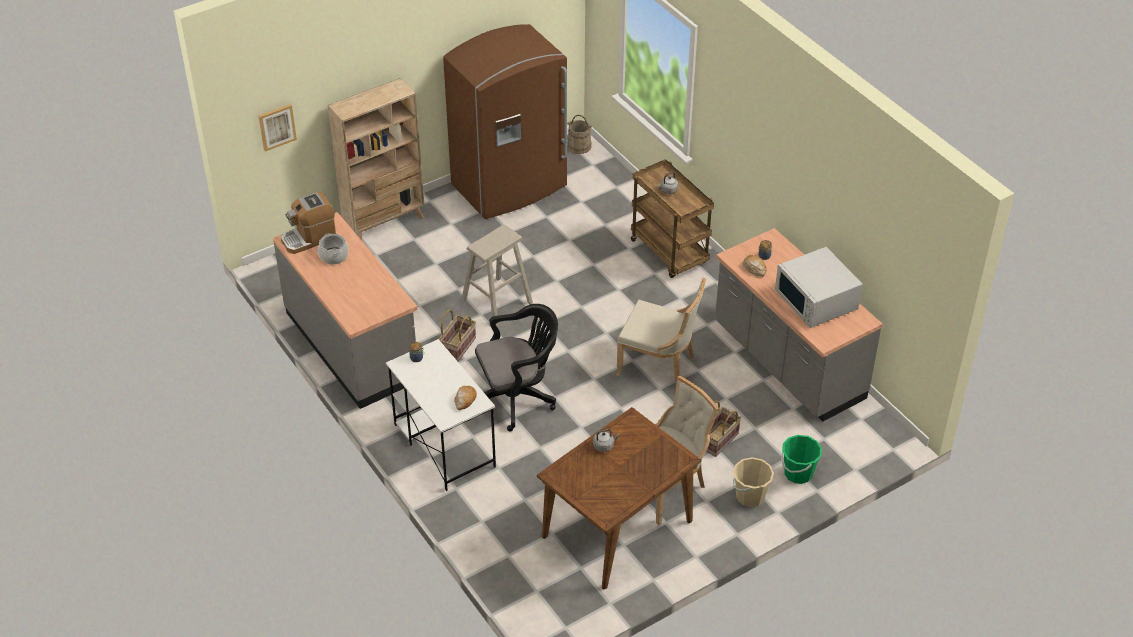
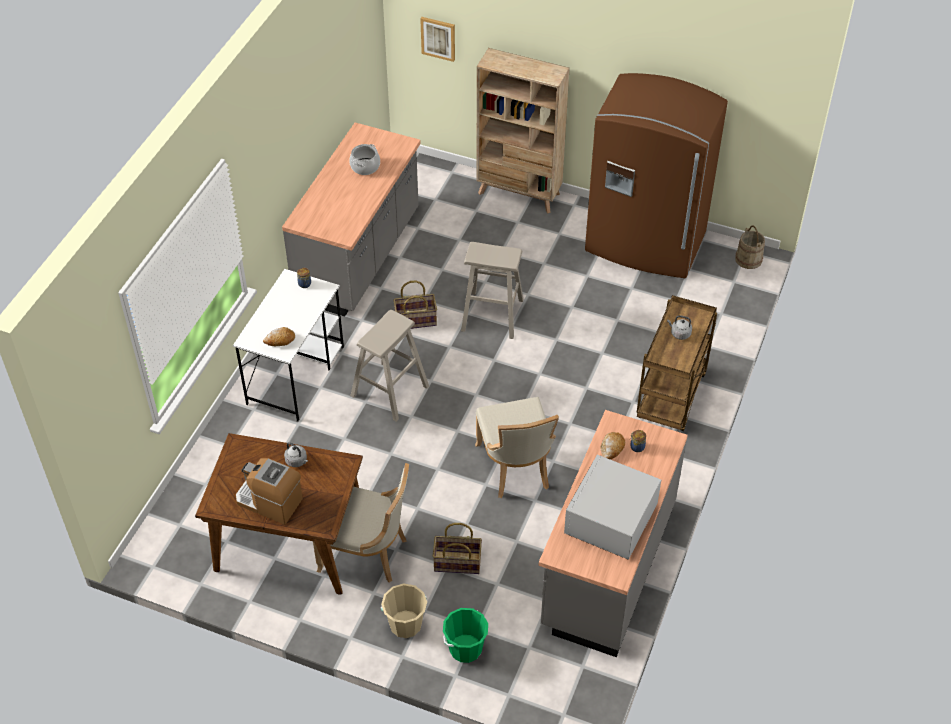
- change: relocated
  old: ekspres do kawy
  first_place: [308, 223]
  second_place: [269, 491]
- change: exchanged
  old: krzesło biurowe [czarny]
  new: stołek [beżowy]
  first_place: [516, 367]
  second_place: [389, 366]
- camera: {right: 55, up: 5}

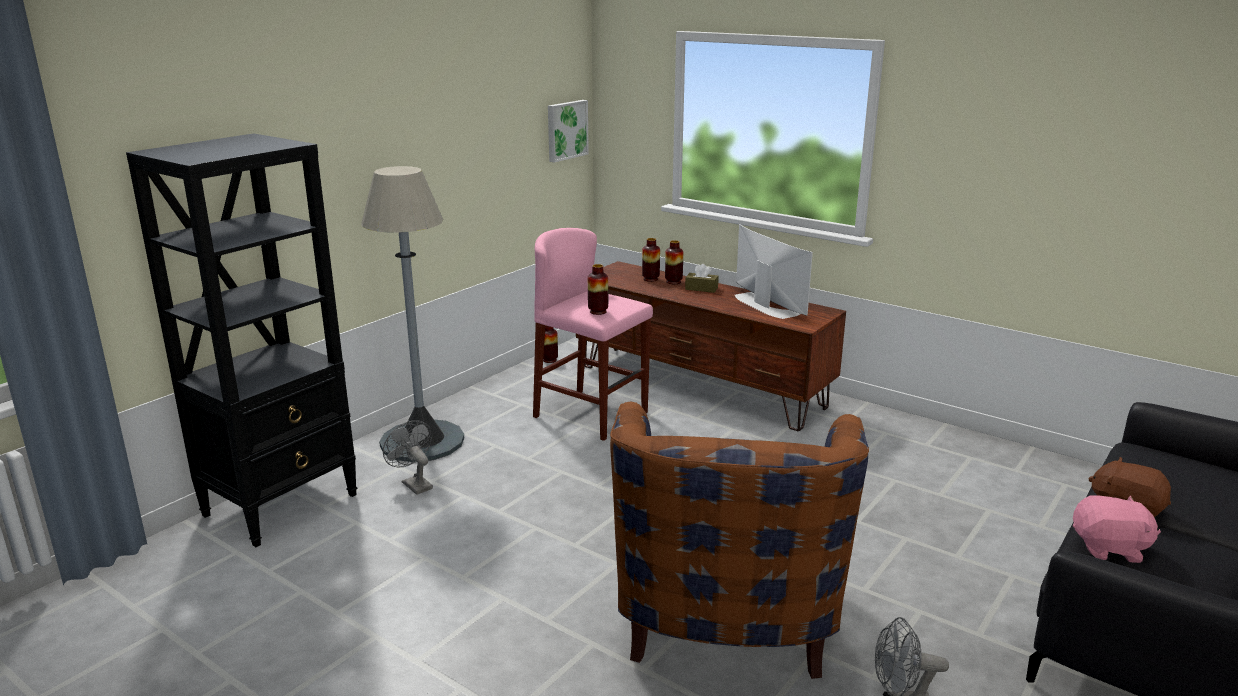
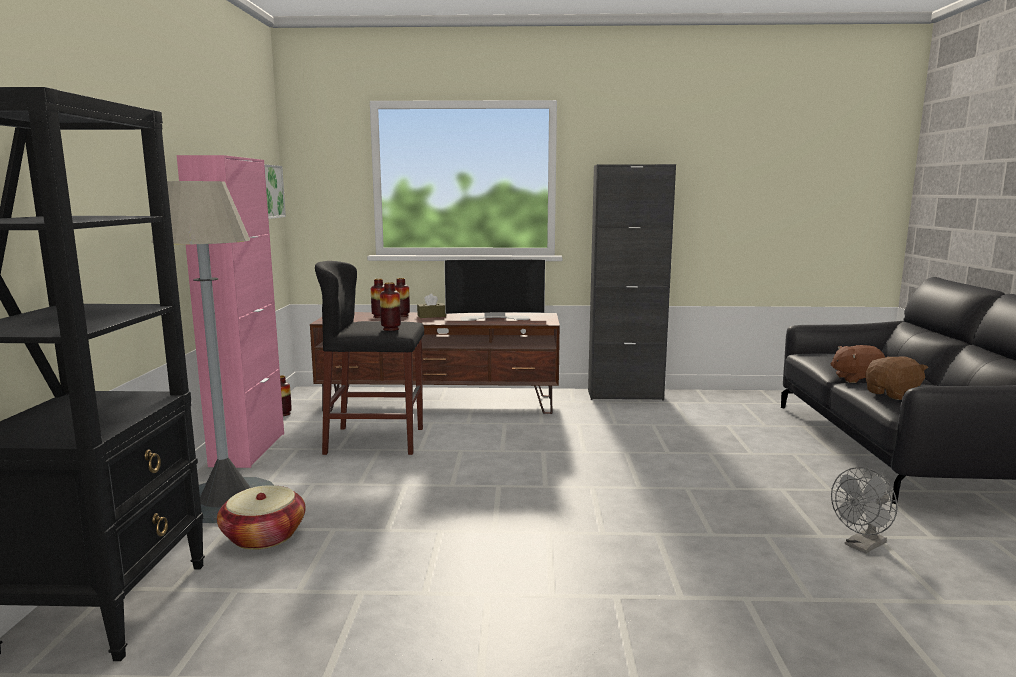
- change: exchanged
  old: wentylator [szary]
  new: koszyk
  first_place: [408, 457]
  second_place: [261, 517]
- change: colour
  old: stołek [różowy]
  new: stołek [czarny]
  first_place: [593, 334]
  second_place: [369, 358]
- change: missing
  old: fotel [brązowy]
  first_place: [739, 540]
- change: spun
  old: telewizor
  first_place: [774, 271]
  second_place: [494, 290]
  degrees: 150
- change: colour
  old: pluszak [różowy]
  new: pluszak [brązowy]
  first_place: [1117, 529]
  second_place: [897, 378]
- change: appeared
  new: szafka [różowy]
  second_place: [230, 311]
- change: appeared
  new: szafka [czarny]
  second_place: [632, 282]
- camera: {right: -35, up: -10}

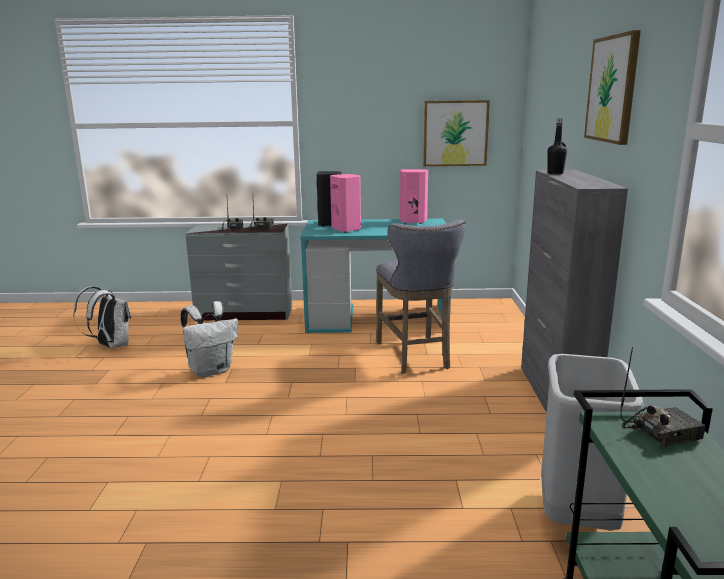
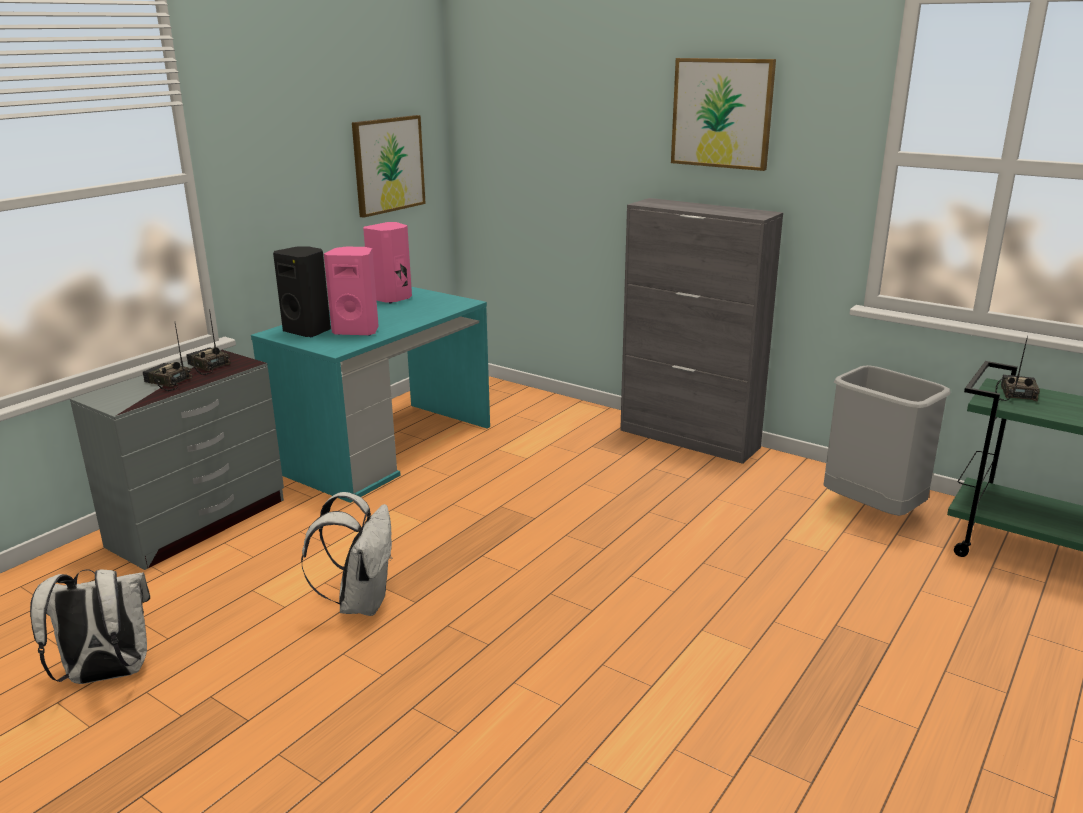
- change: missing
  old: stołek [szary]
  first_place: [421, 297]
- change: missing
  old: butelka [czarny]
  first_place: [557, 146]
- camera: {right: -55, up: 5}

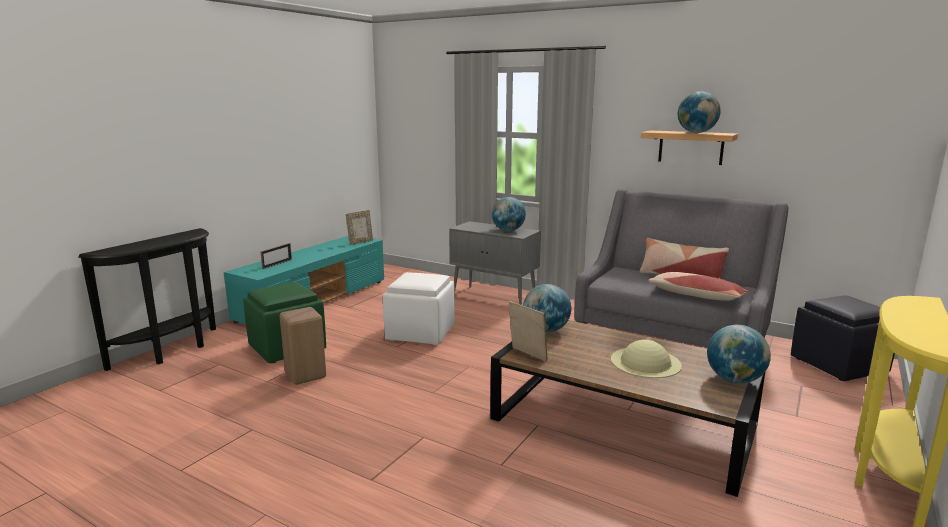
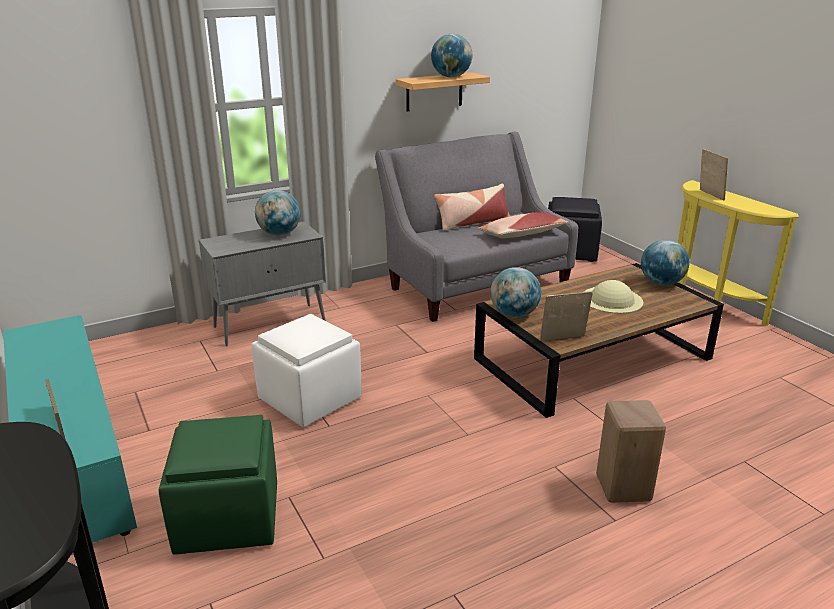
- change: relocated
  old: stołek [beżowy]
  first_place: [303, 346]
  second_place: [631, 451]
- change: relocated
  old: ramka na zdjęcie
  first_place: [359, 227]
  second_place: [714, 174]
- camera: {right: -60, up: 10}

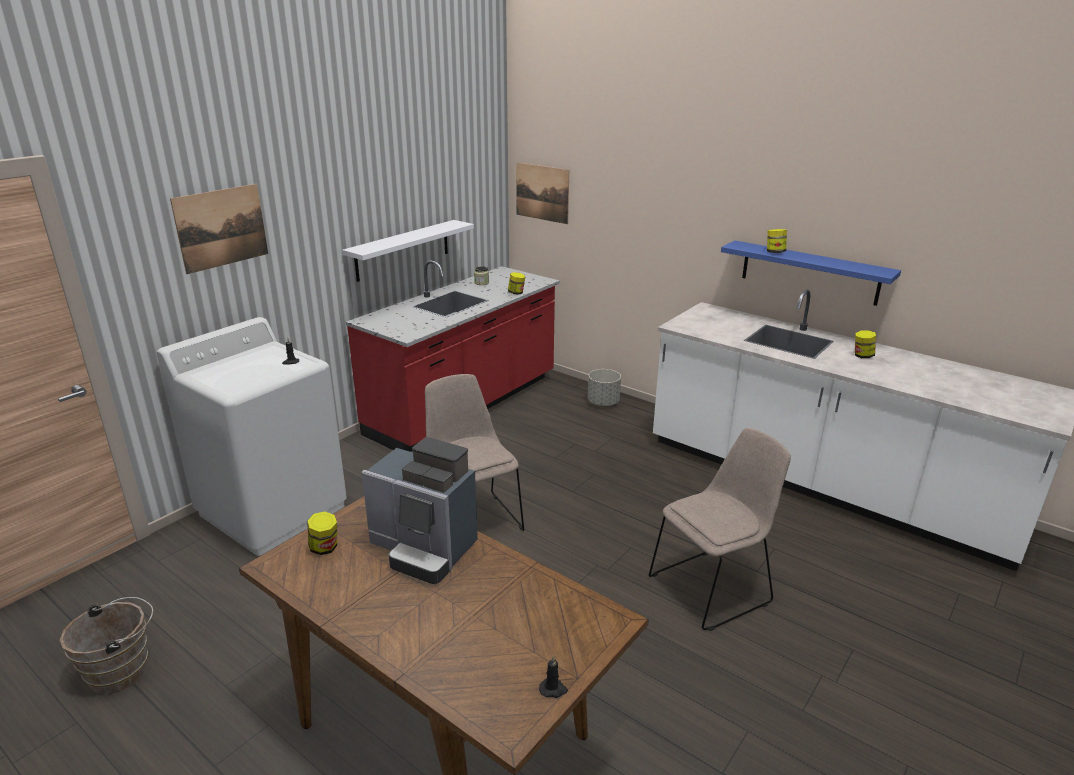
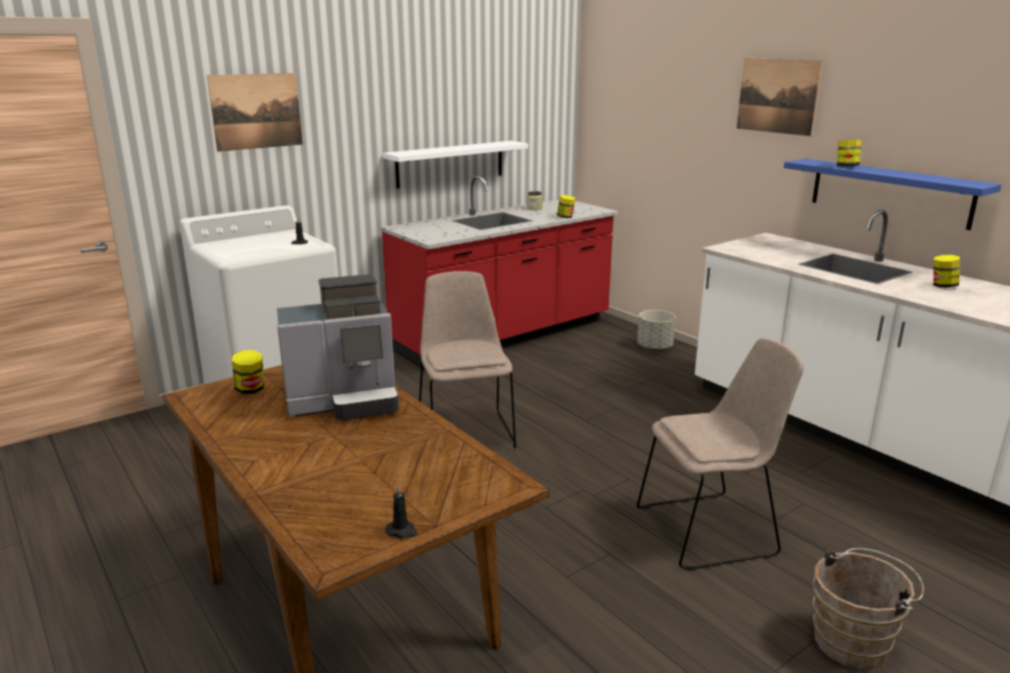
- change: relocated
  old: wiadro [brązowy]
  first_place: [106, 645]
  second_place: [868, 608]
- change: spun
  old: ekspres do kawy
  first_place: [419, 510]
  second_place: [338, 347]
  degrees: -60
- change: relocated
  old: obraz
  first_place: [542, 193]
  second_place: [779, 97]
- camera: {right: 15, up: -5}

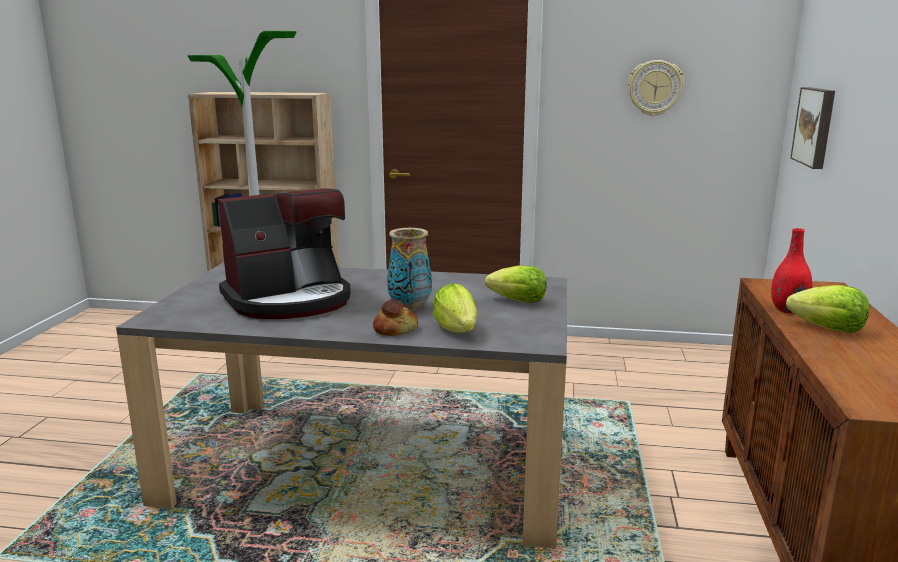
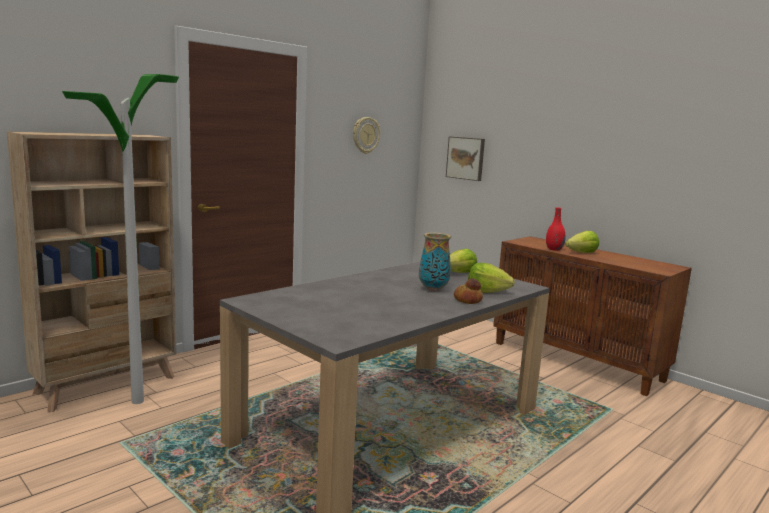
- change: missing
  old: ekspres do kawy
  first_place: [284, 254]
- camera: {right: -55, up: -5}

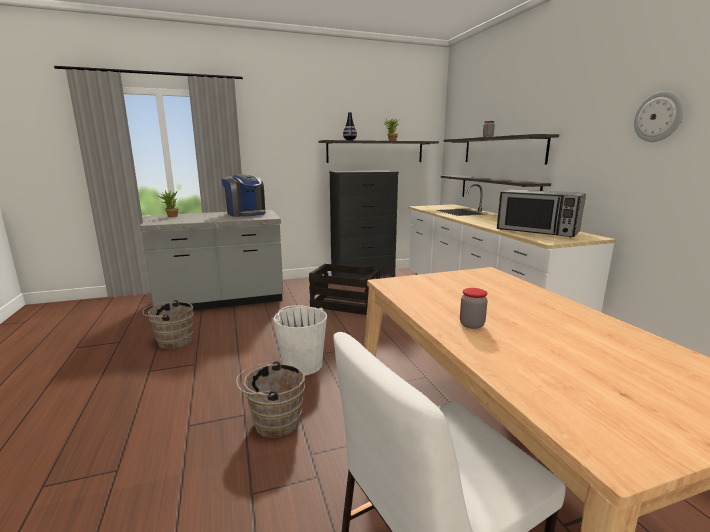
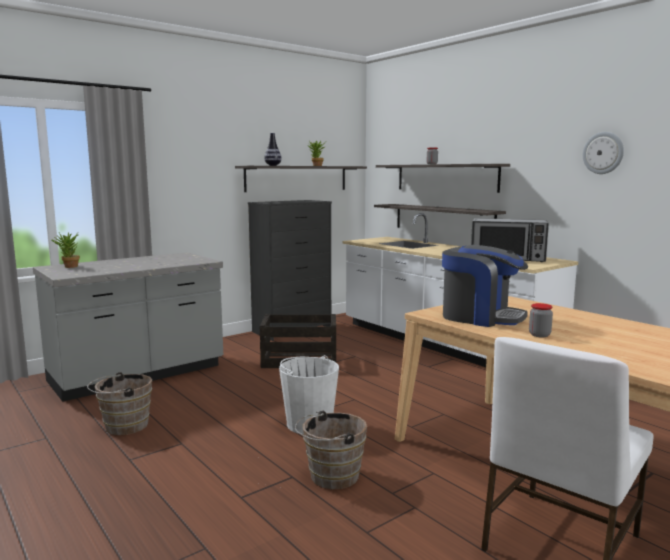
- change: relocated
  old: ekspres do kawy
  first_place: [243, 195]
  second_place: [485, 286]
- camera: {right: -20, up: -5}

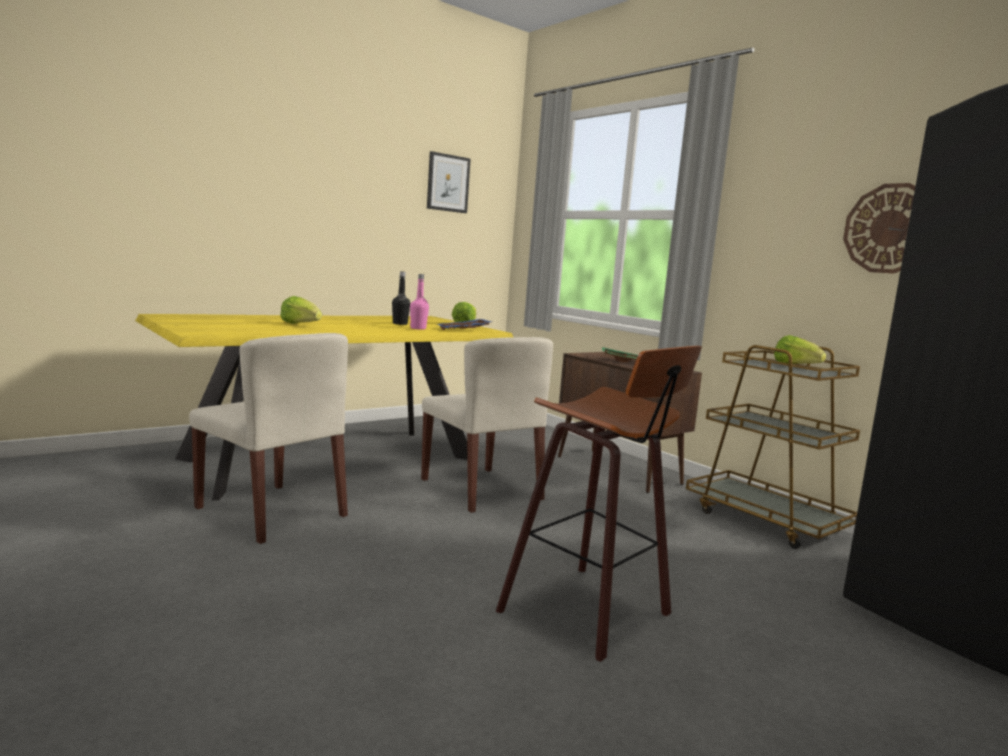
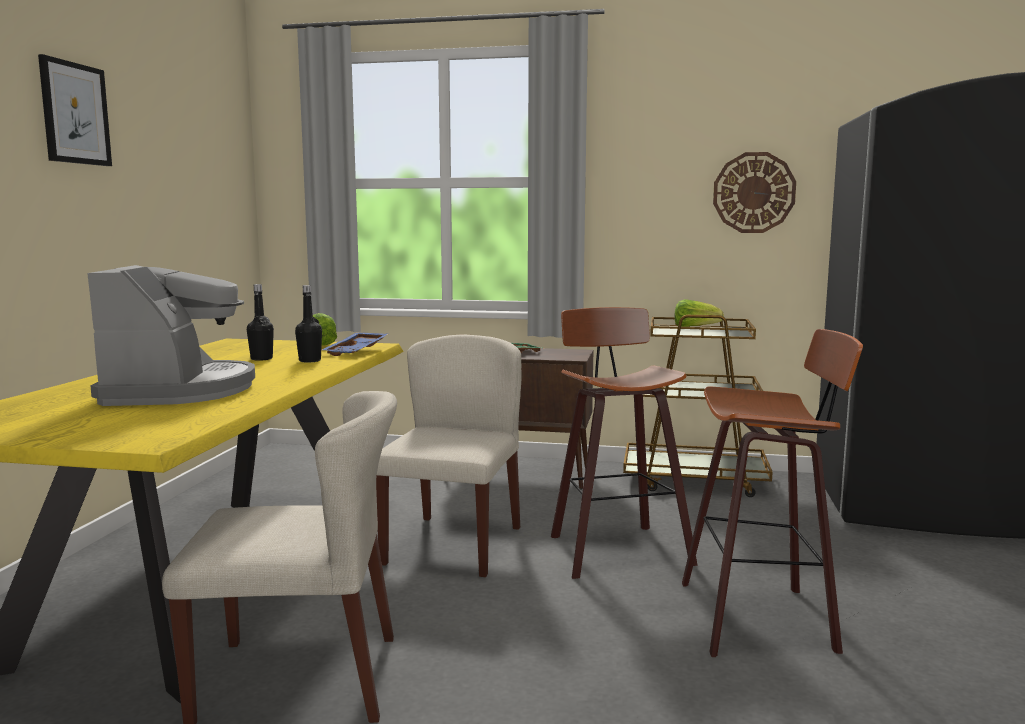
- change: exchanged
  old: sałata
  new: ekspres do kawy
  first_place: [301, 310]
  second_place: [171, 335]
- change: colour
  old: butelka [różowy]
  new: butelka [czarny]
  first_place: [419, 302]
  second_place: [308, 324]
- change: spun
  old: krzesło [beżowy]
  first_place: [487, 425]
  second_place: [449, 456]
  degrees: -90
- change: relocated
  old: obraz
  first_place: [449, 182]
  second_place: [75, 110]
- change: appeared
  new: stołek
  second_place: [624, 443]
- camera: {right: -40, up: 0}

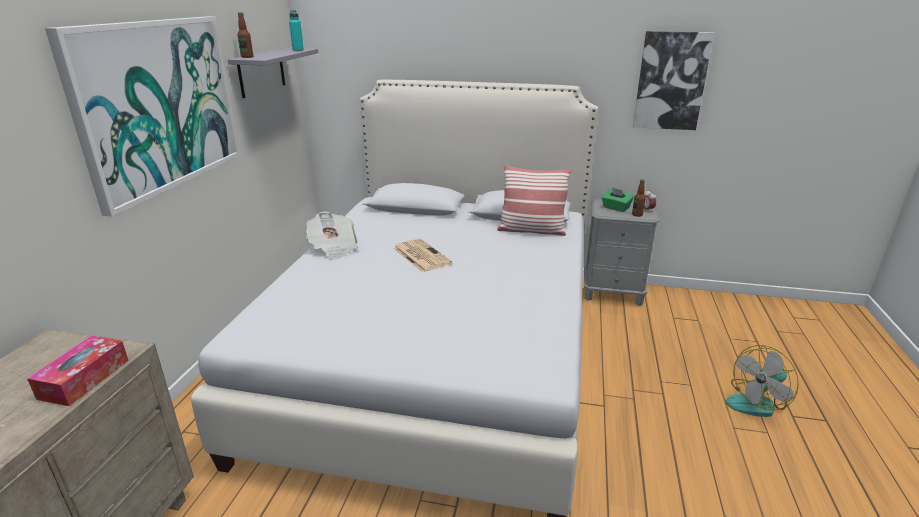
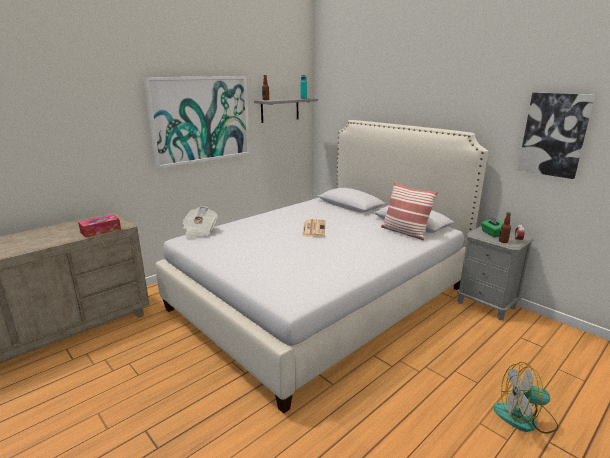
- change: relocated
  old: gazeta
  first_place: [332, 236]
  second_place: [200, 222]
- camera: {right: 35, up: -5}

